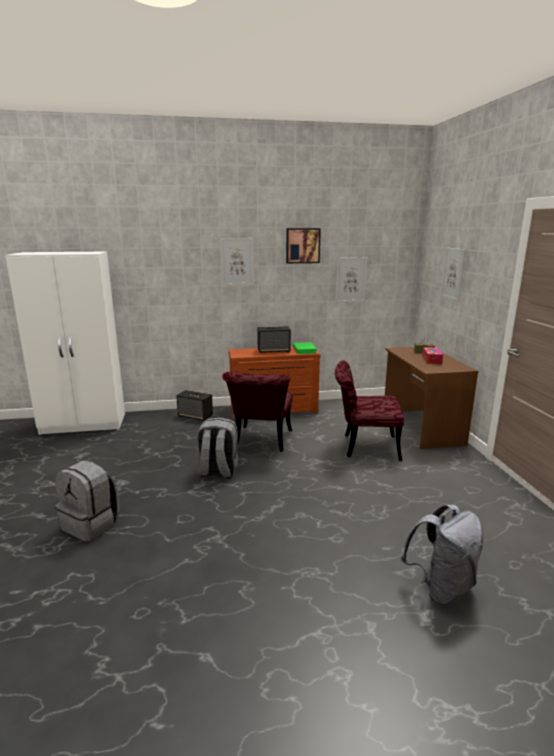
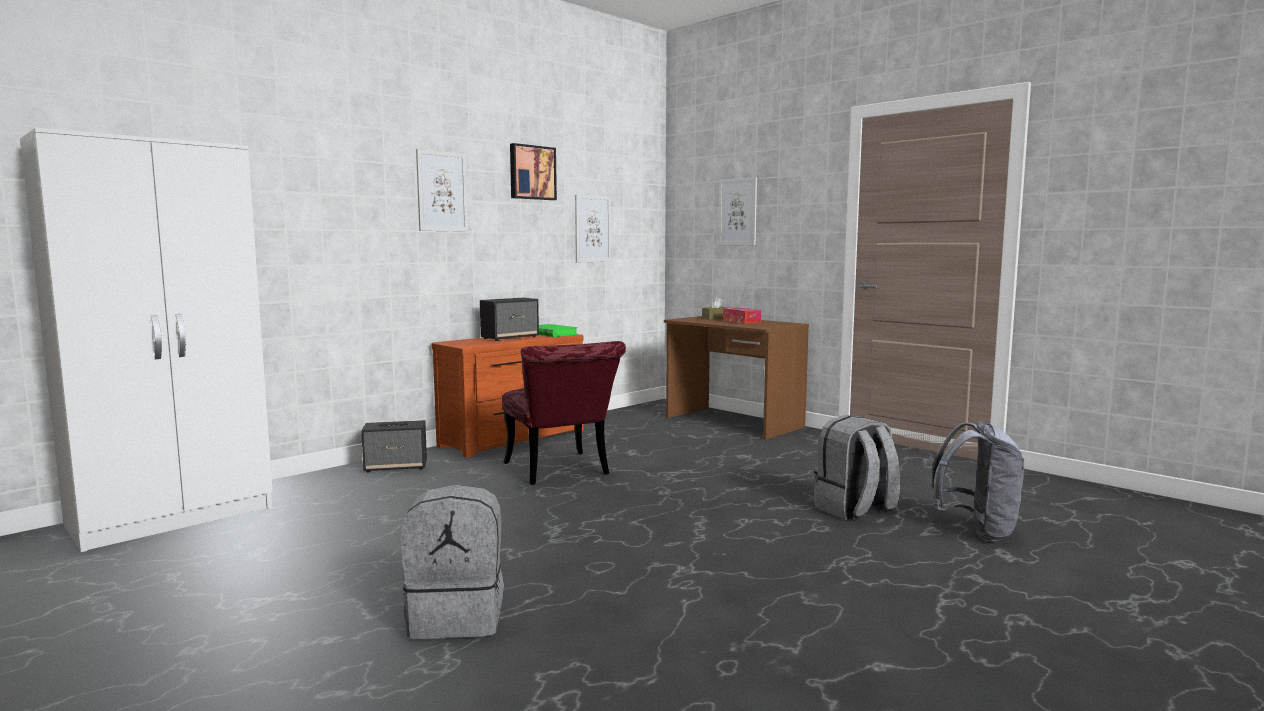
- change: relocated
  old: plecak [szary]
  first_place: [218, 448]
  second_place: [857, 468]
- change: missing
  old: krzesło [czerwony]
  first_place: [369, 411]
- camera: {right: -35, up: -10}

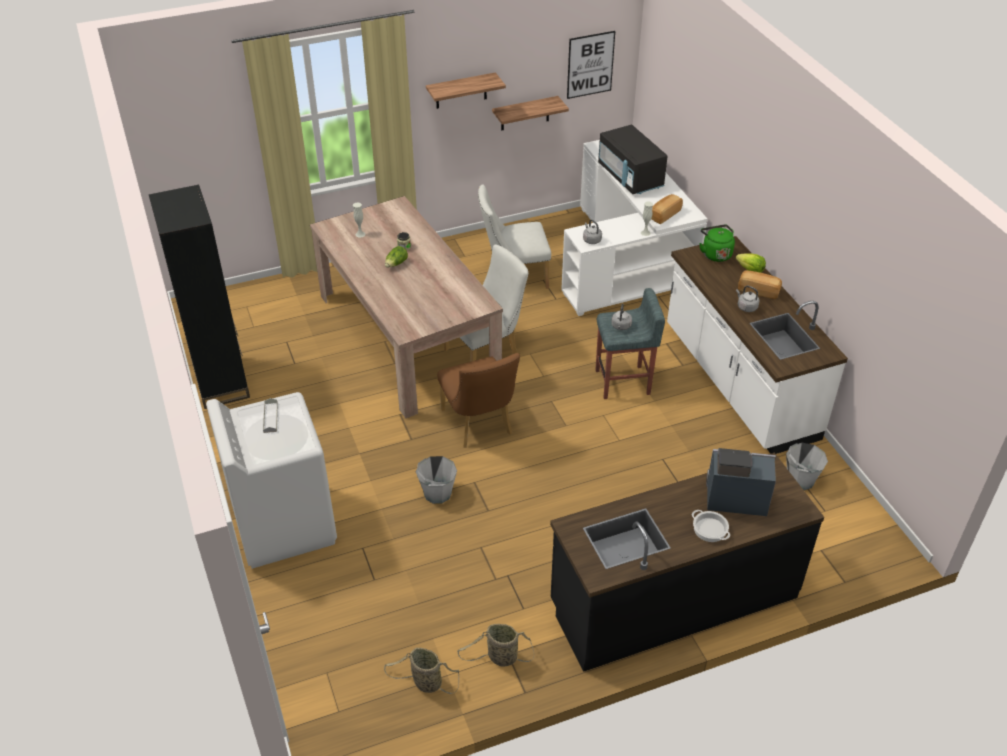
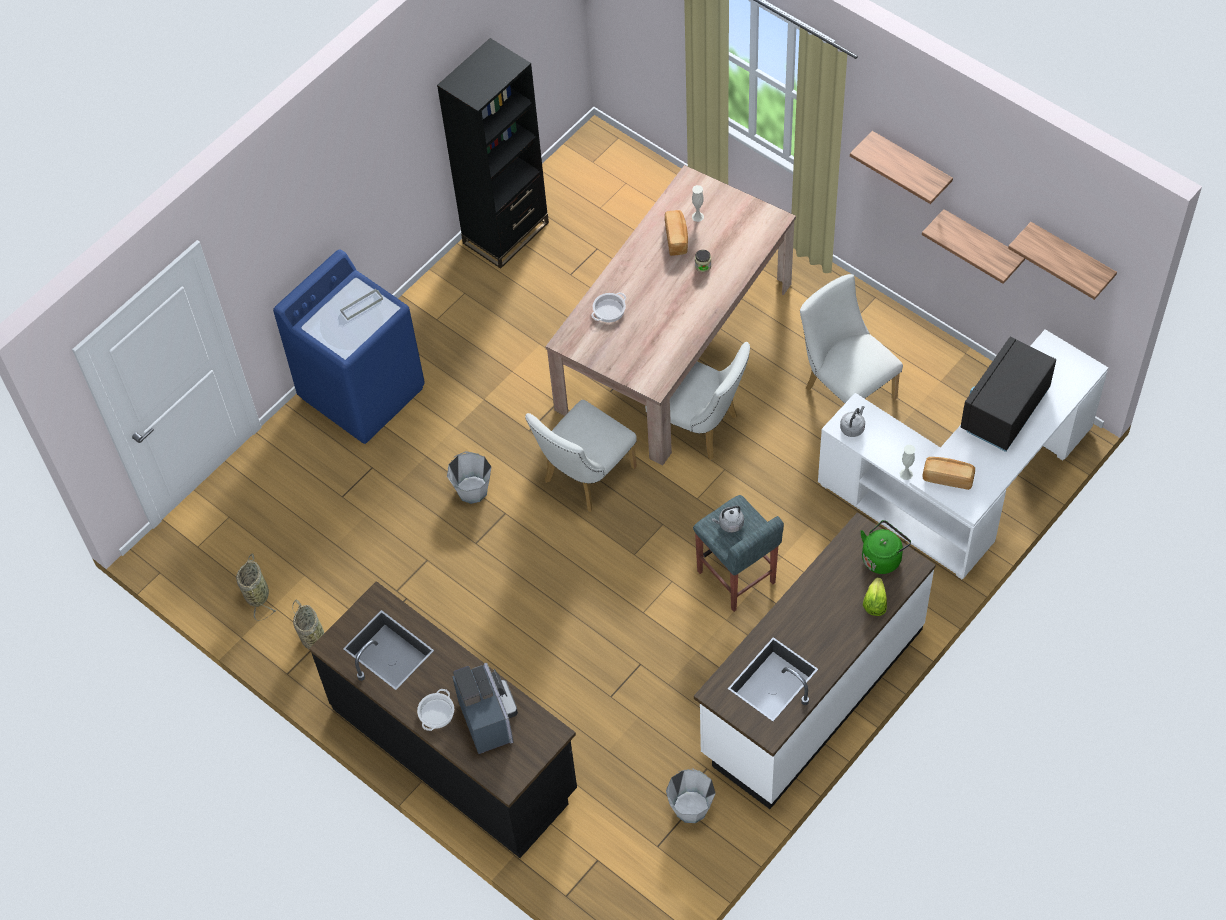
- change: colour
  old: pralka [biały]
  new: pralka [niebieski]
  first_place: [271, 480]
  second_place: [349, 346]
- change: missing
  old: sałata
  first_place: [396, 256]
- change: colour
  old: krzesło [brązowy]
  new: krzesło [biały]
  first_place: [478, 400]
  second_place: [581, 456]
- change: exchanged
  old: obraz
  new: półka
  first_place: [591, 65]
  second_place: [1062, 261]
- change: missing
  old: czajnik [szary]
  first_place: [747, 299]
- change: relocated
  old: chleb
  first_place: [760, 284]
  second_place: [676, 233]
- change: appeared
  new: garnek
  second_place: [608, 307]
- camera: {right: 65, up: 15}

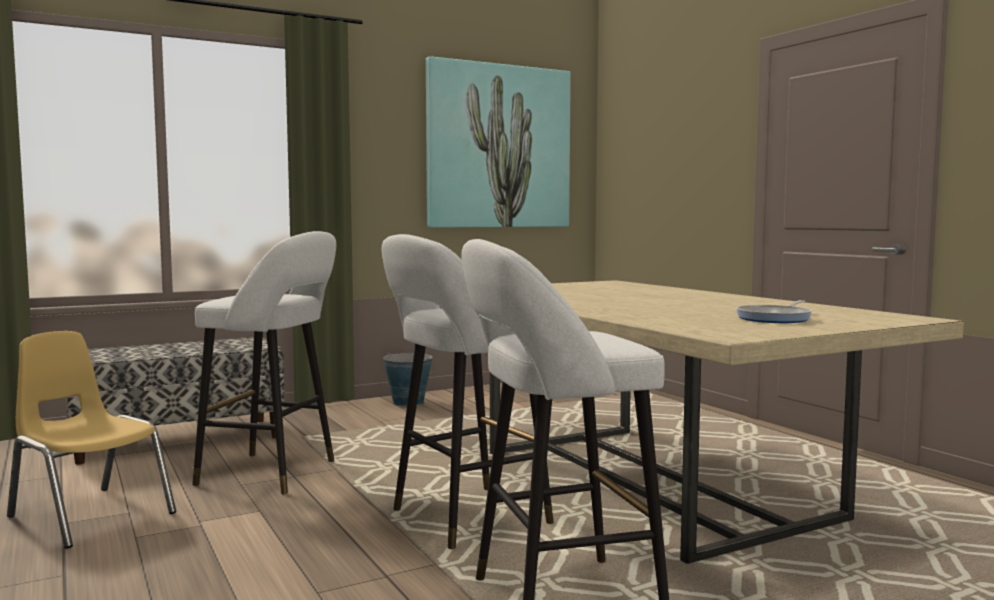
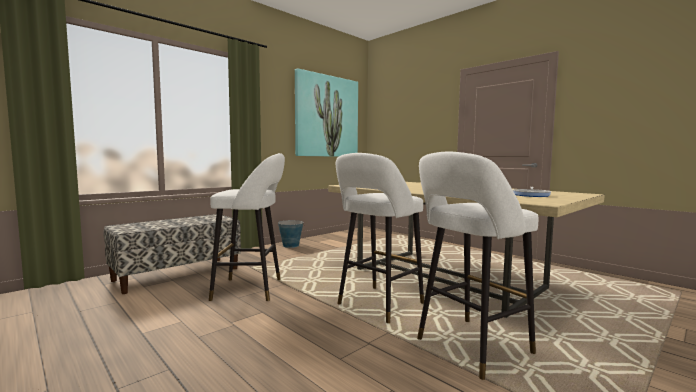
- change: missing
  old: krzesło [żółty]
  first_place: [91, 440]
- camera: {right: -15, up: 0}

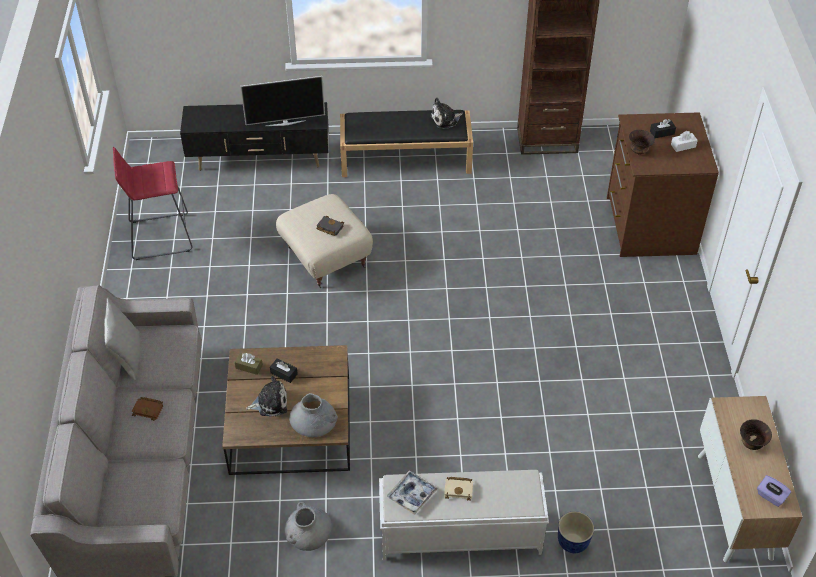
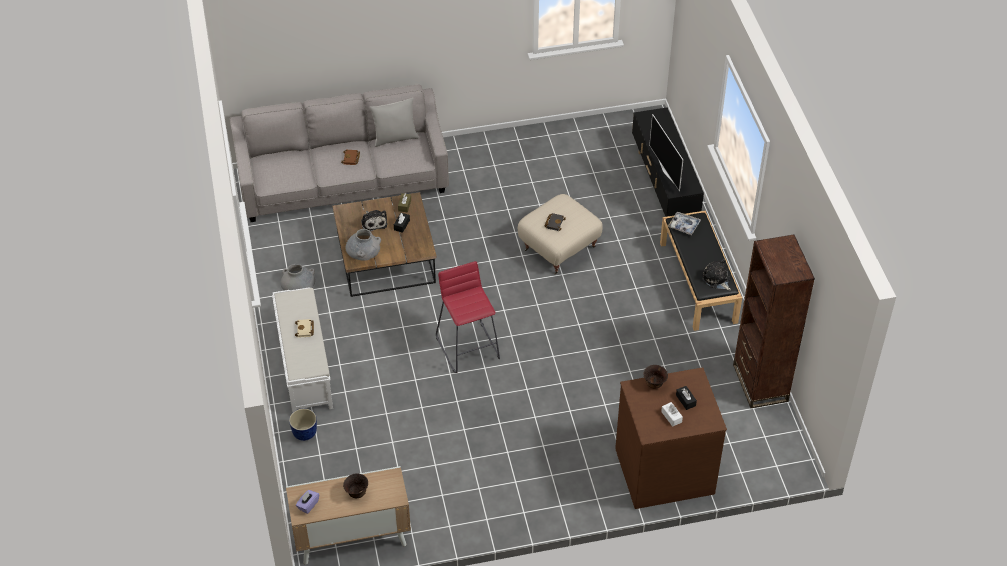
- change: relocated
  old: stołek [czerwony]
  first_place: [152, 203]
  second_place: [468, 317]
- change: relocated
  old: taca
  first_place: [412, 492]
  second_place: [684, 224]
- camera: {right: 80, up: 0}

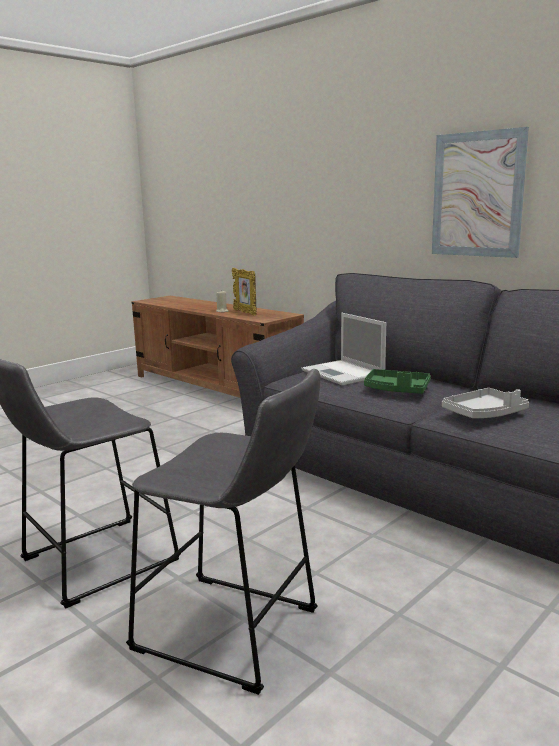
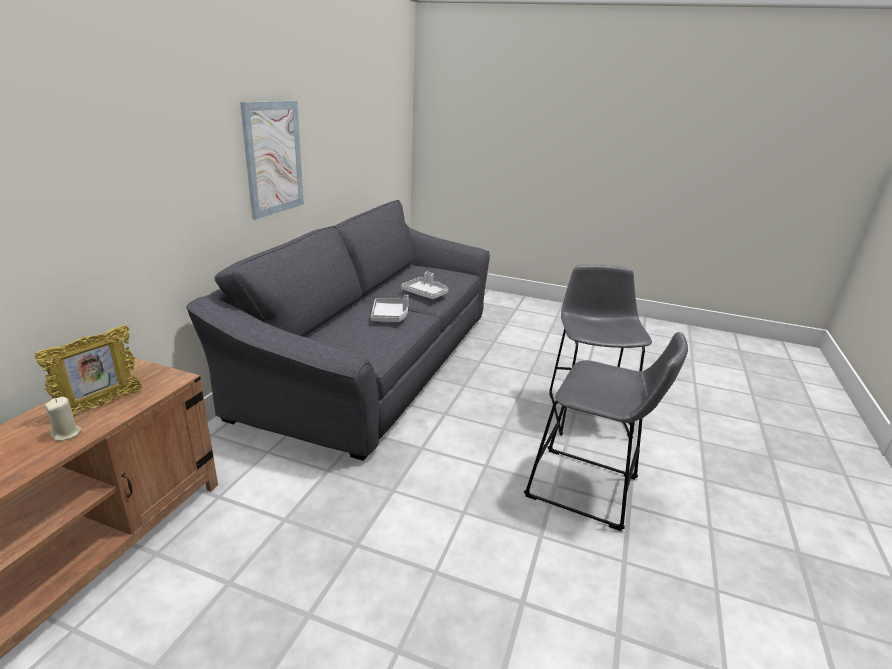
- change: missing
  old: laptop
  first_place: [343, 349]
- change: colour
  old: taca [zielony]
  new: taca [szary]
  first_place: [397, 381]
  second_place: [390, 308]
- camera: {right: -115, up: 10}

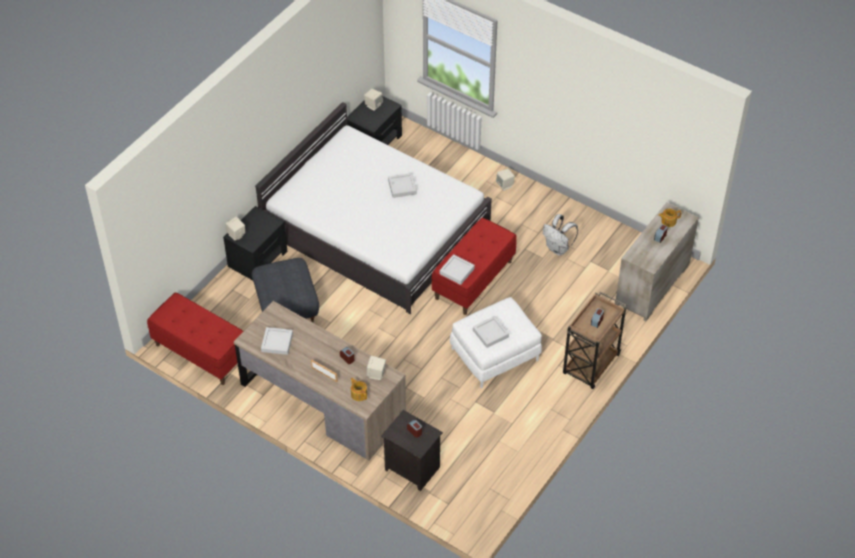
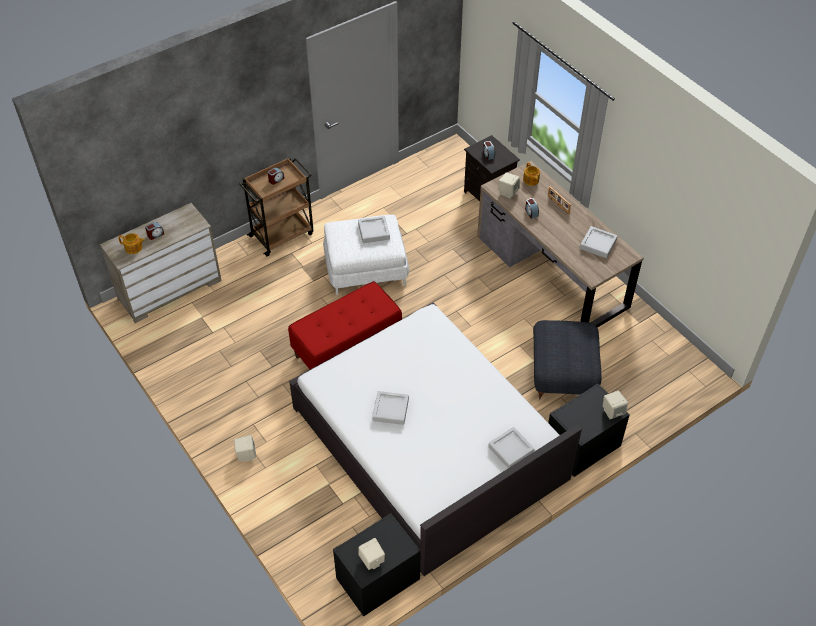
- change: missing
  old: ławka [czerwony]
  first_place: [195, 339]
- change: relocated
  old: taca [szary]
  first_place: [457, 269]
  second_place: [511, 447]
- change: missing
  old: plecak [biały]
  first_place: [560, 235]
- camera: {right: -160, up: 0}

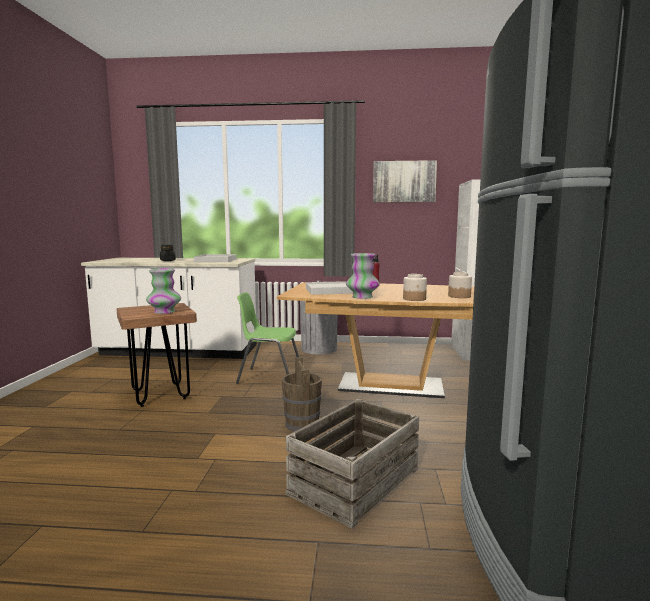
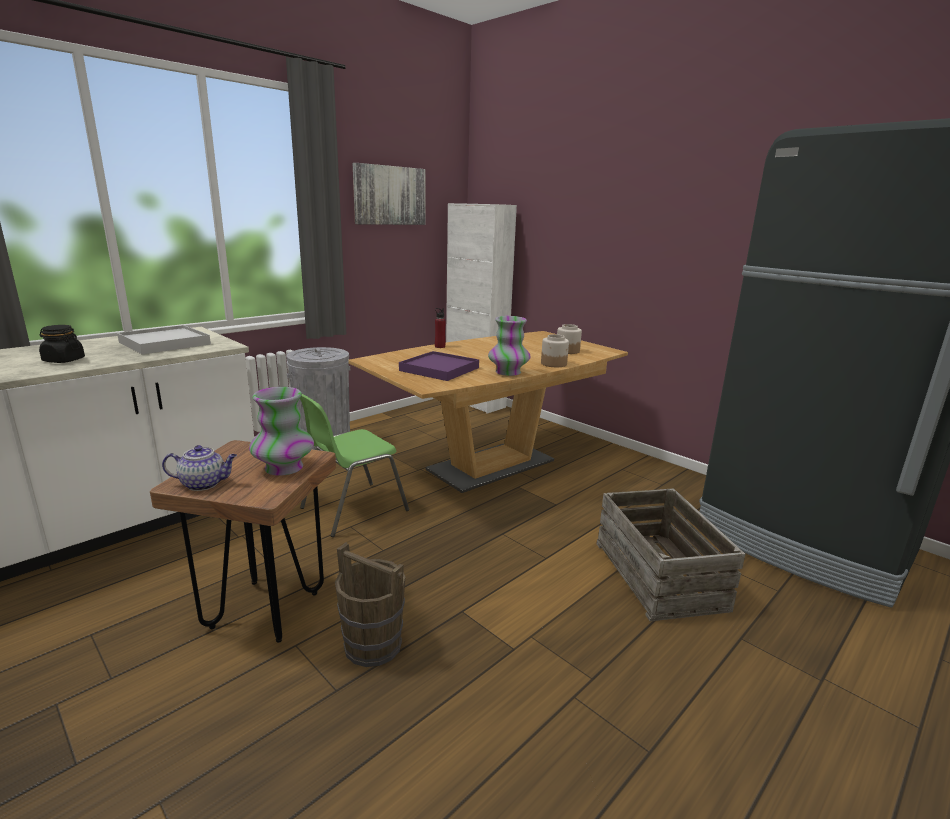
- change: relocated
  old: wiadro [brązowy]
  first_place: [302, 394]
  second_place: [370, 605]
- change: colour
  old: taca [biały]
  new: taca [fioletowy]
  first_place: [329, 288]
  second_place: [439, 366]
- change: appeared
  new: imbryk
  second_place: [199, 468]
- camera: {right: -50, up: 10}

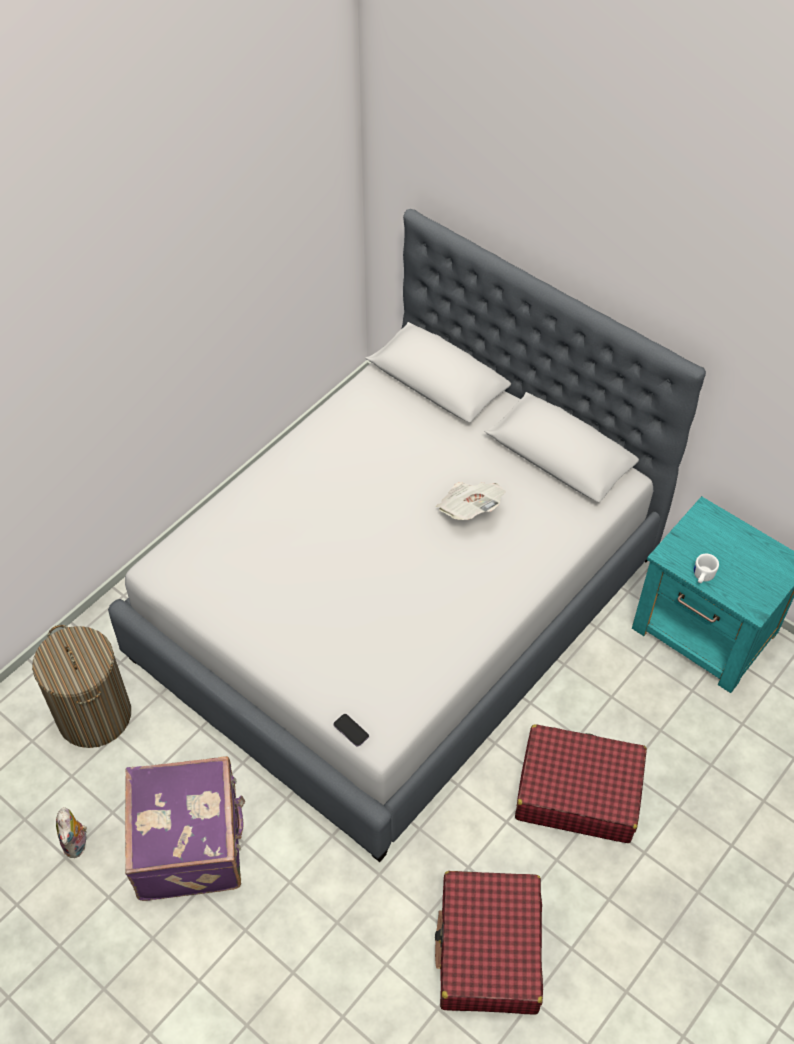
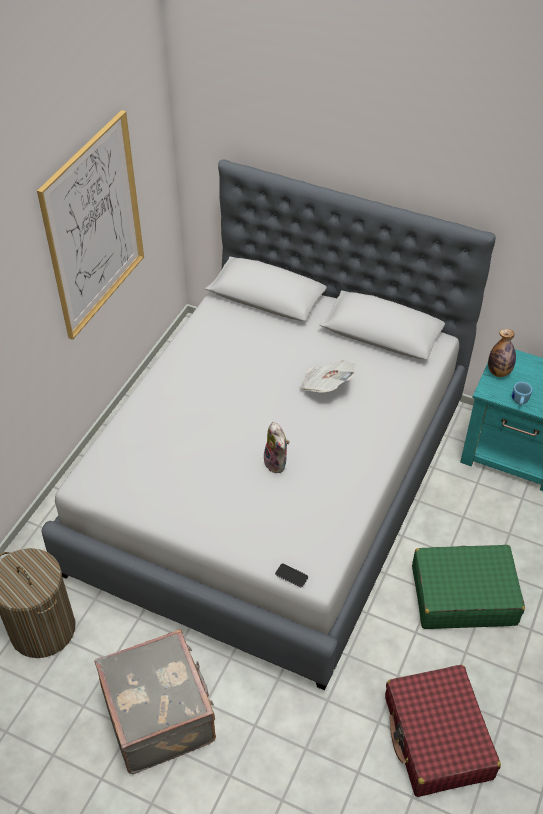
- change: relocated
  old: pluszak
  first_place: [71, 832]
  second_place: [276, 447]
- change: colour
  old: walizka [fioletowy]
  new: walizka [szary]
  first_place: [185, 828]
  second_place: [155, 701]
- change: colour
  old: walizka [czerwony]
  new: walizka [zielony]
  first_place: [581, 783]
  second_place: [468, 587]
- change: colour
  old: kubek [biały]
  new: kubek [niebieski]
  first_place: [706, 568]
  second_place: [522, 393]
- change: appeared
  new: obraz
  second_place: [90, 225]
- change: appeared
  new: butelka
  second_place: [502, 353]
- camera: {right: -15, up: -5}

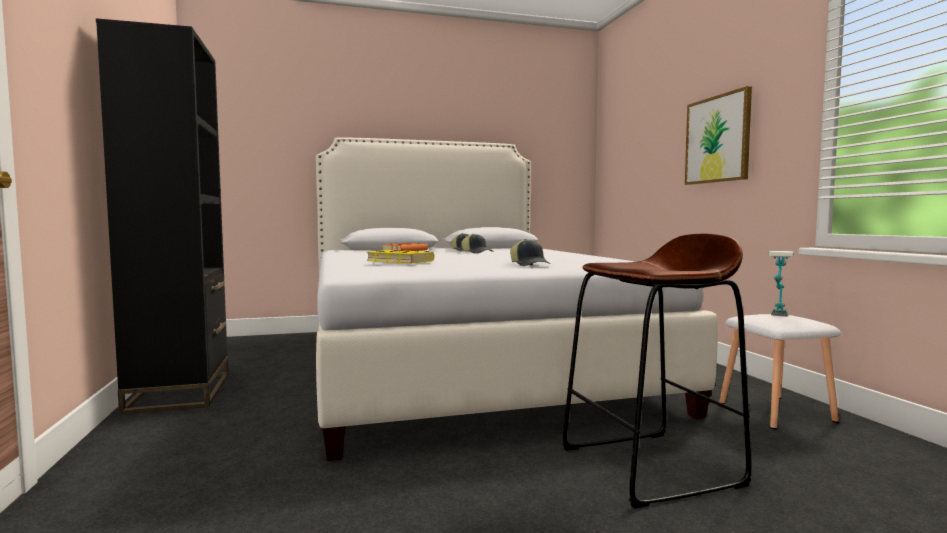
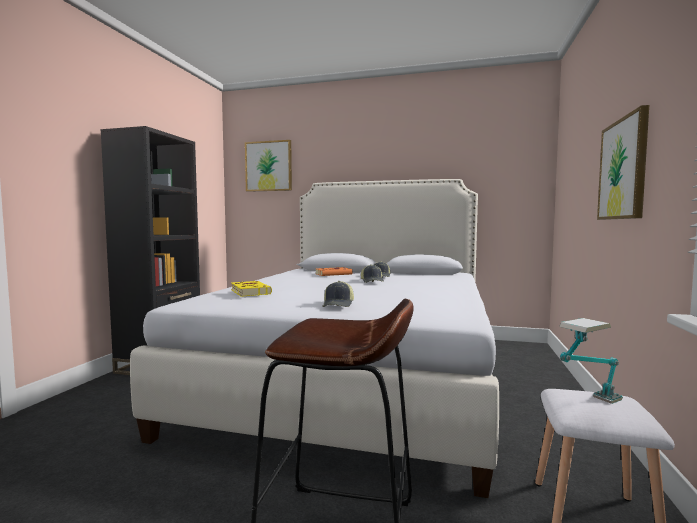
- change: appeared
  new: obraz
  second_place: [268, 166]
- camera: {right: 30, up: 0}

